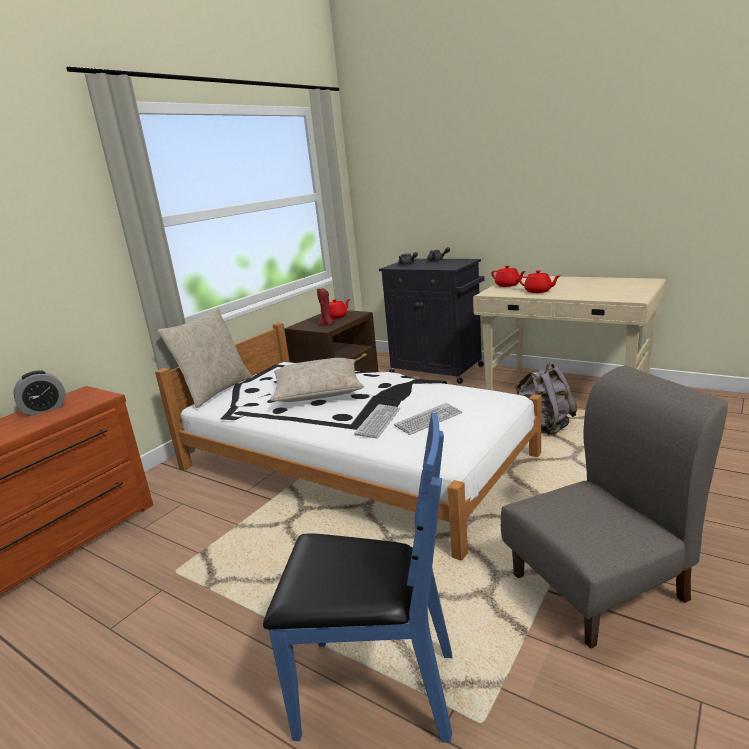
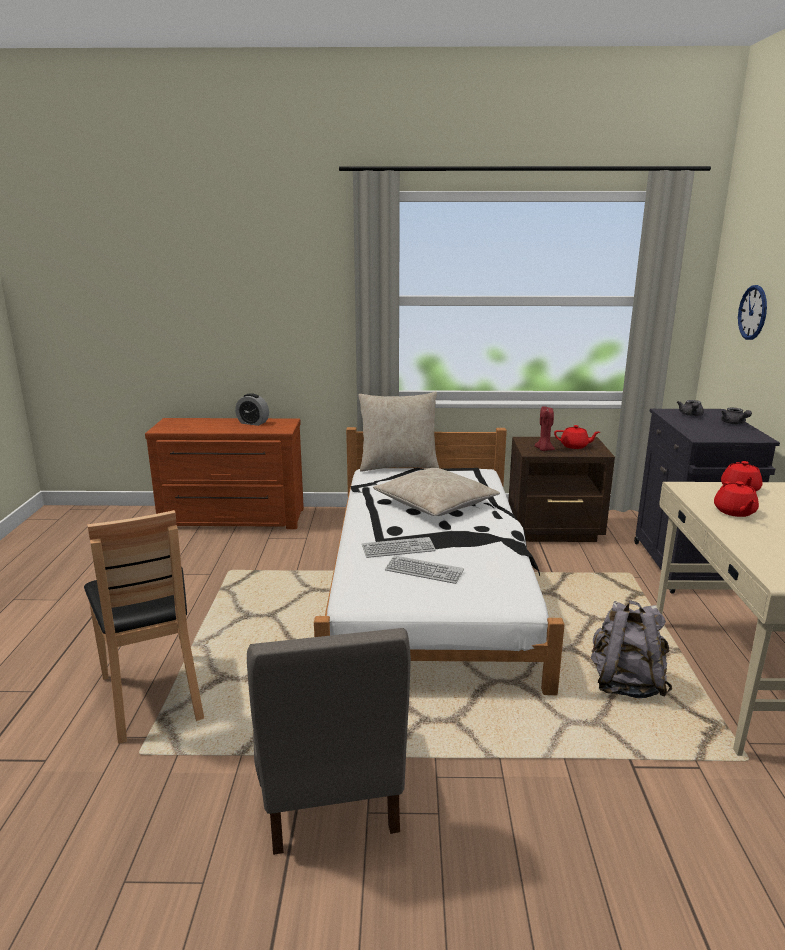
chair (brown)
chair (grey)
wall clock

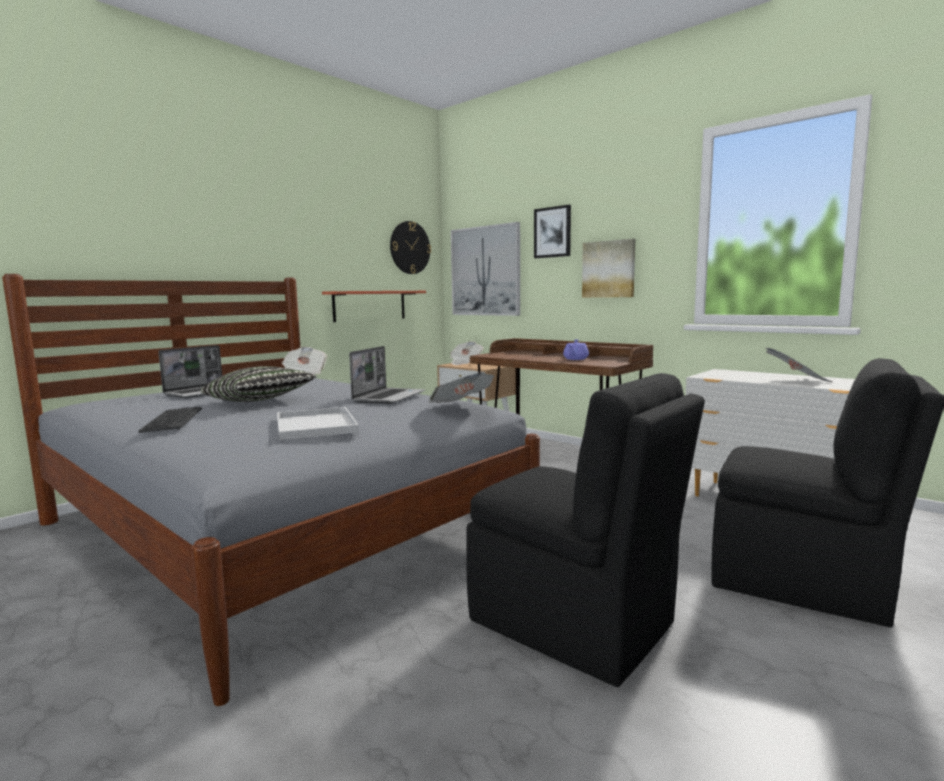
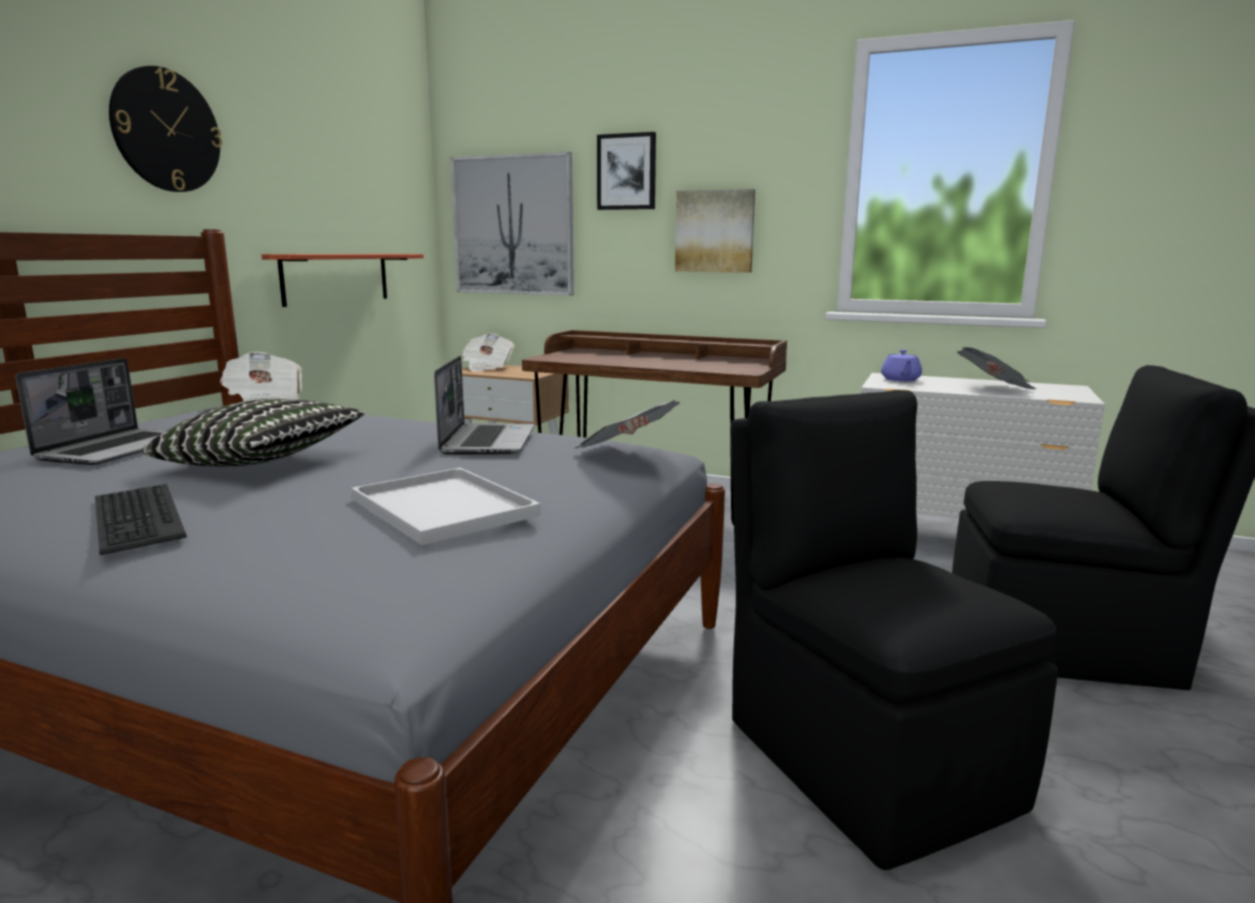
wall clock
chair (black) (no. 1 from left)
teapot (purple)

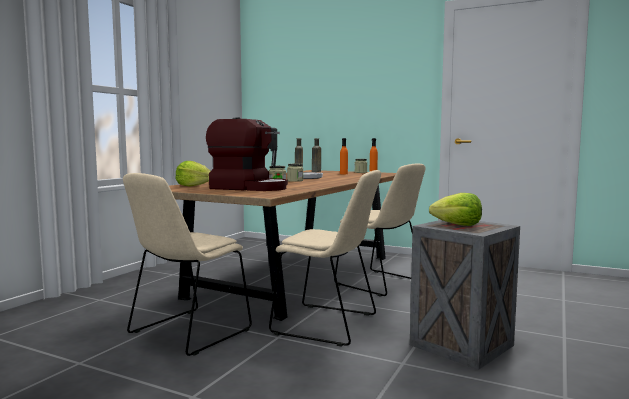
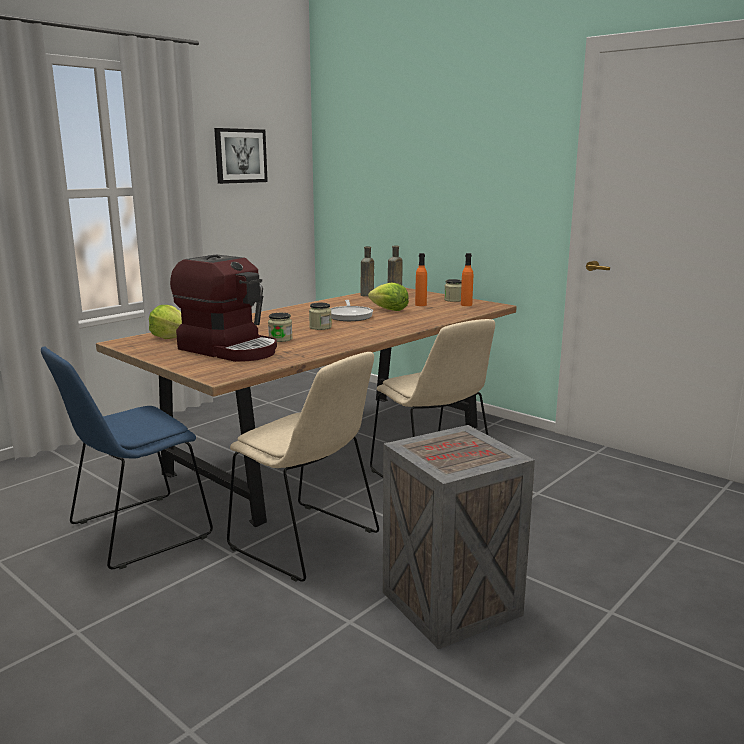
chair (blue)
lettuce (no. 2 from left)
picture

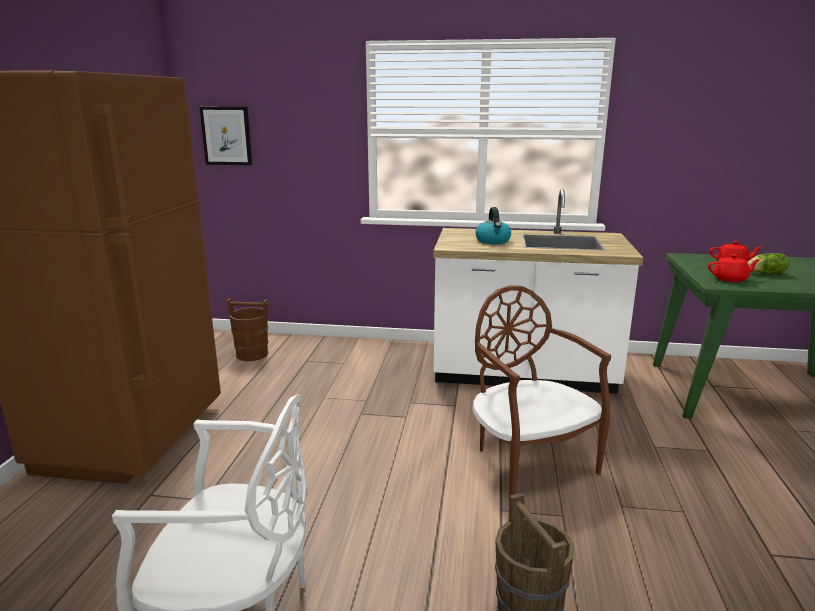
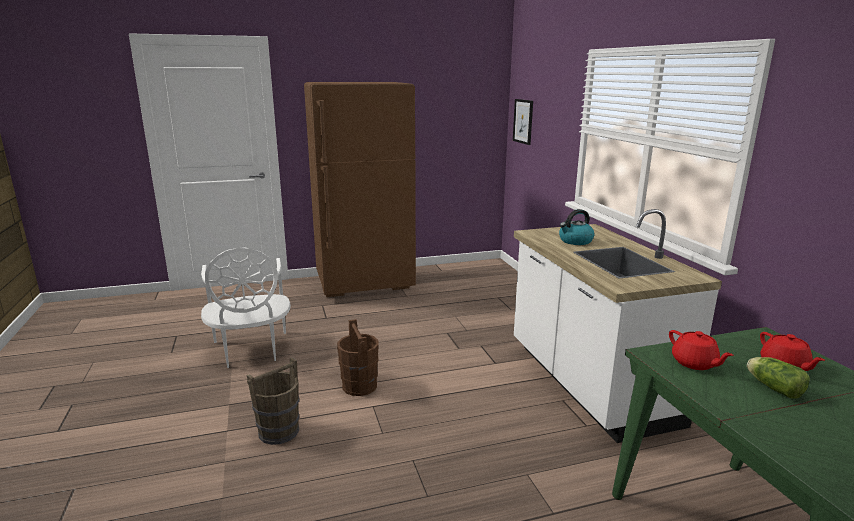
bucket (brown) (no. 2 from left)
chair (brown)

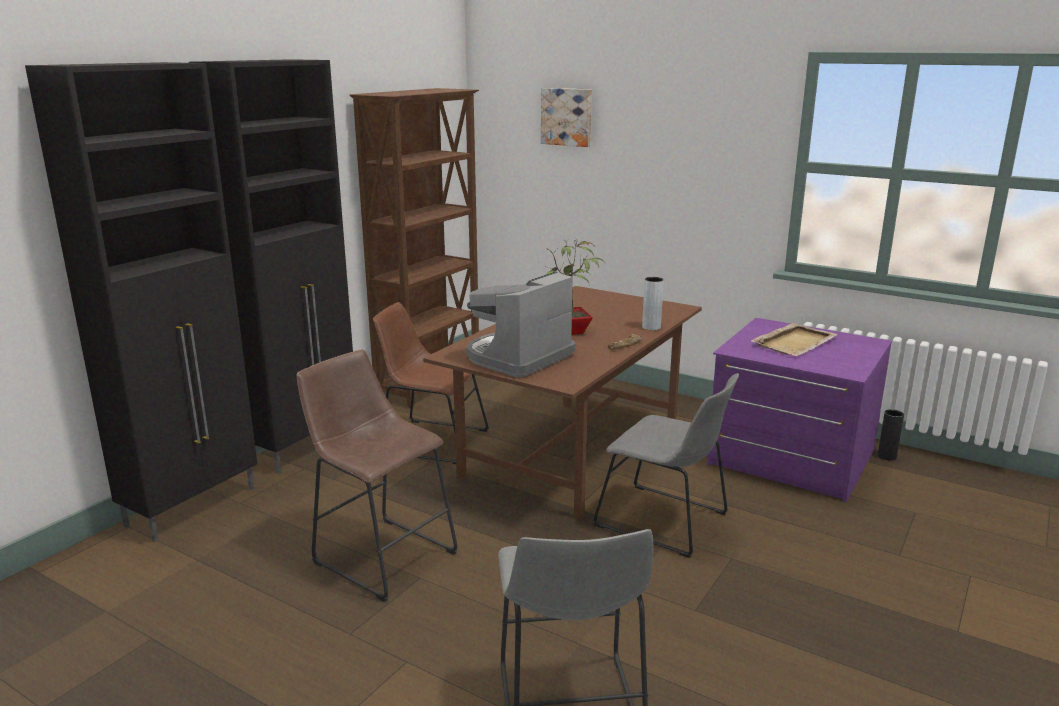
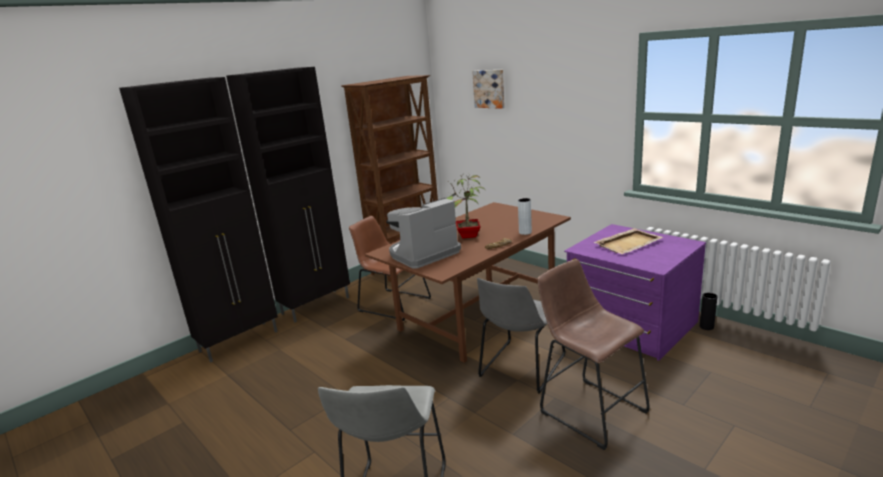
stool (brown)
chair (grey)

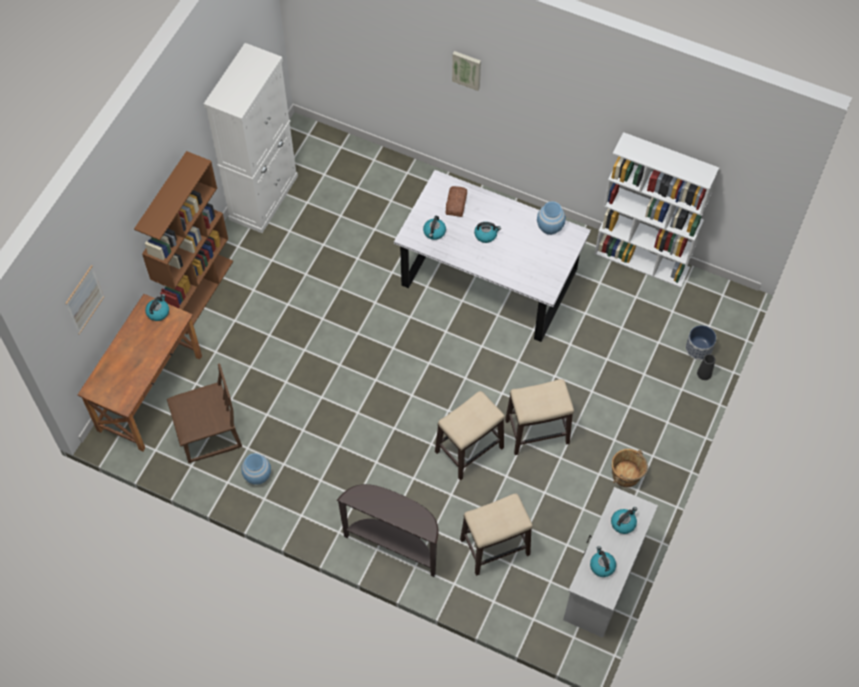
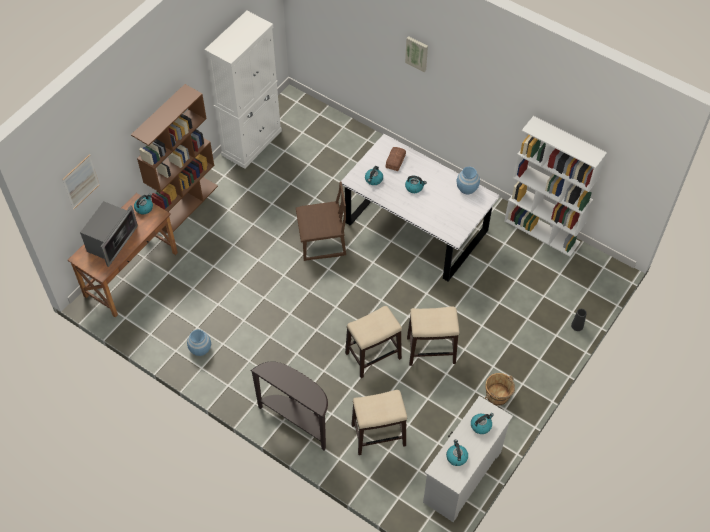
chair (brown)
planter
microwave

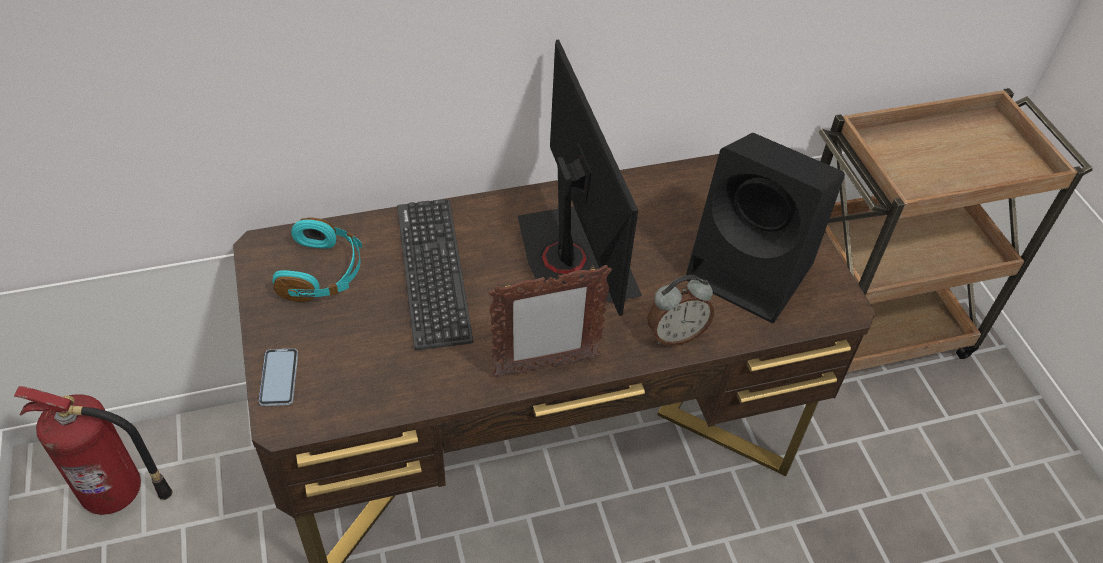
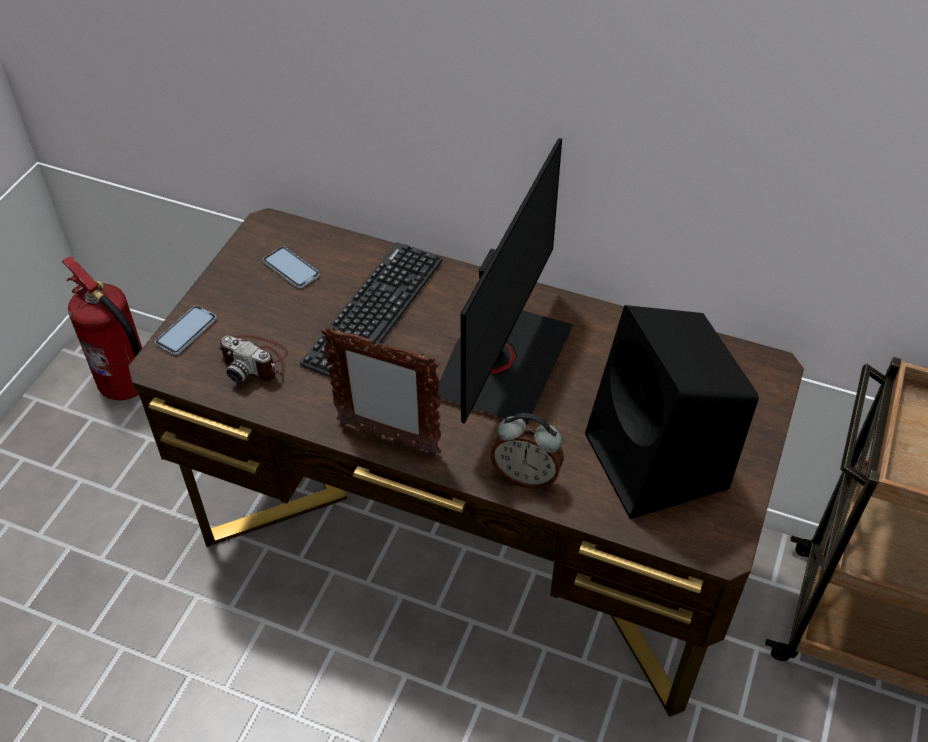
phone (no. 2 from left)
photo camera

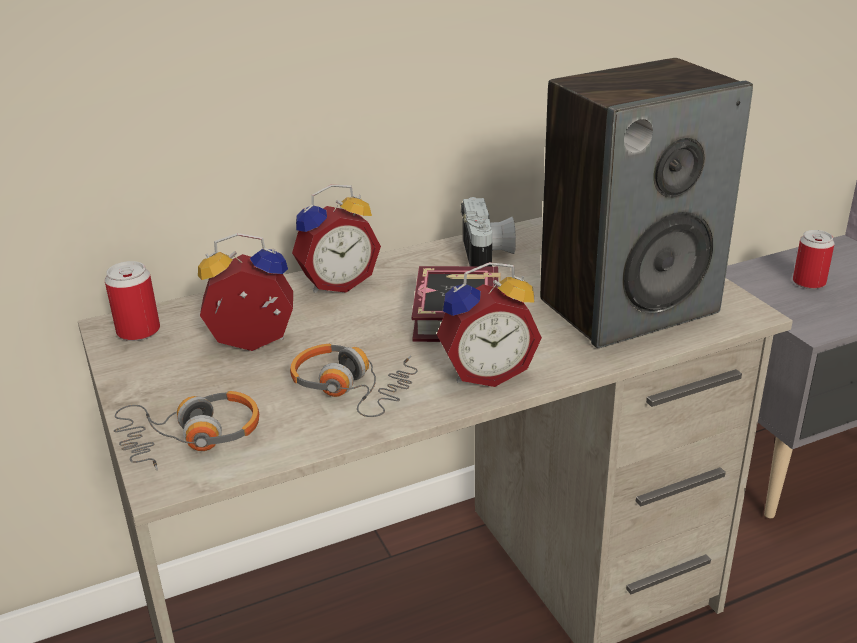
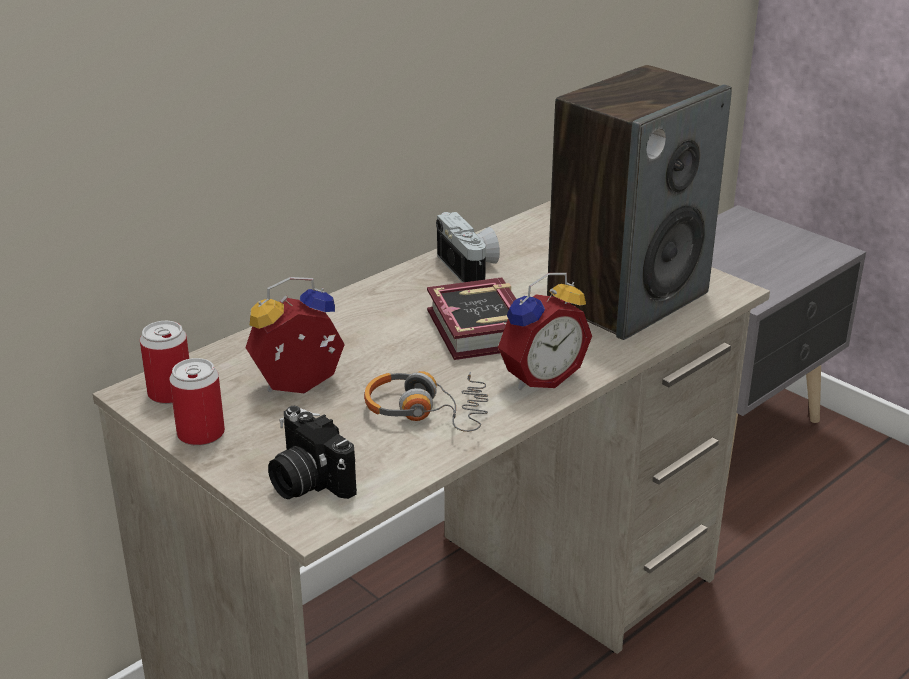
photo camera (no. 1 from left)
alarm clock (no. 2 from left in the first image)
can (no. 2 from left)

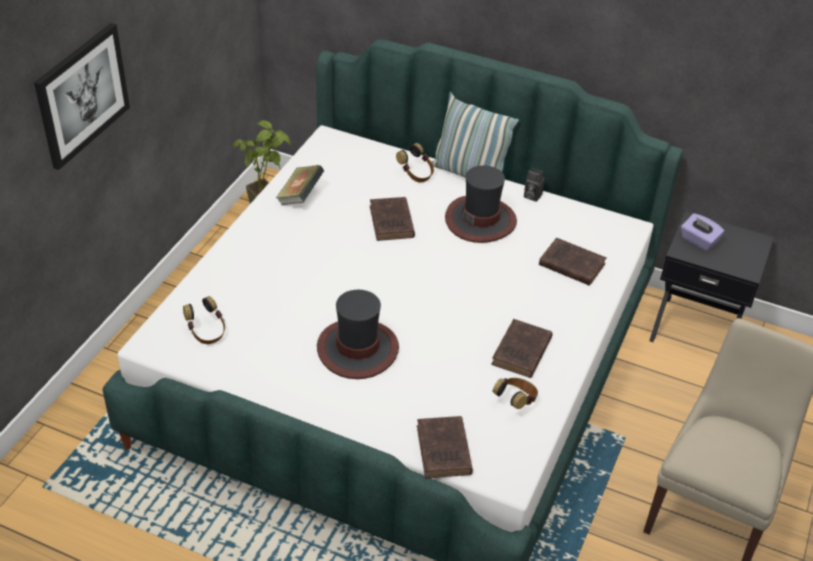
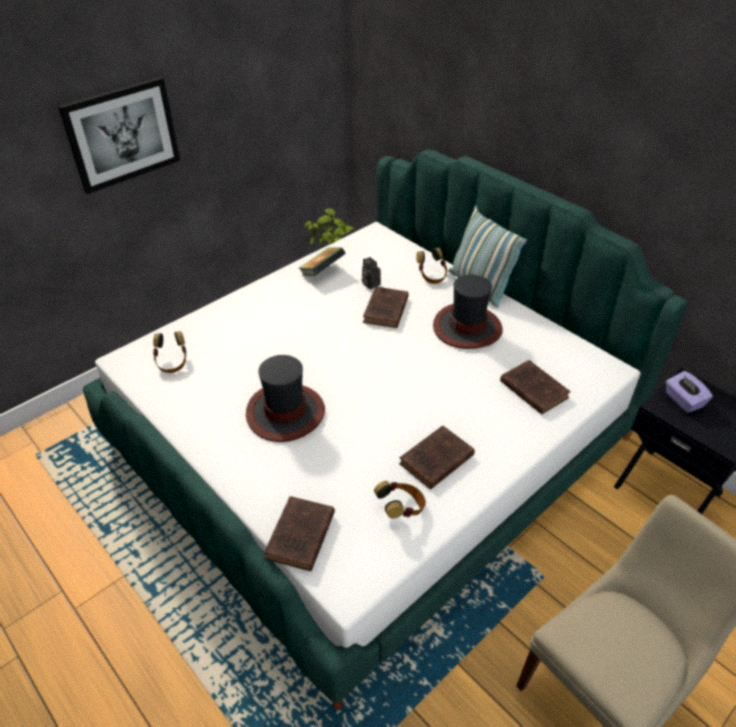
photo camera

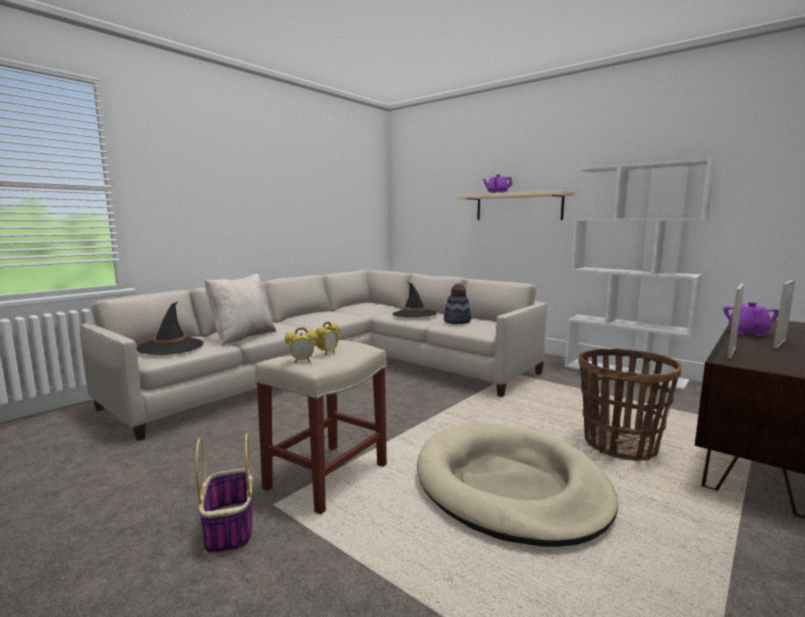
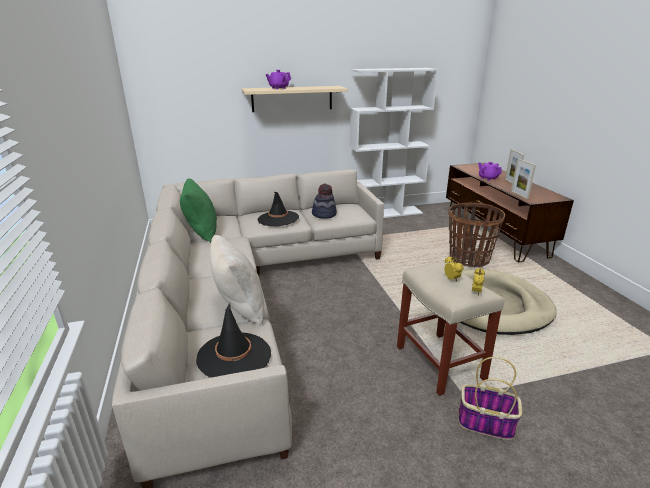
pillow (green)

